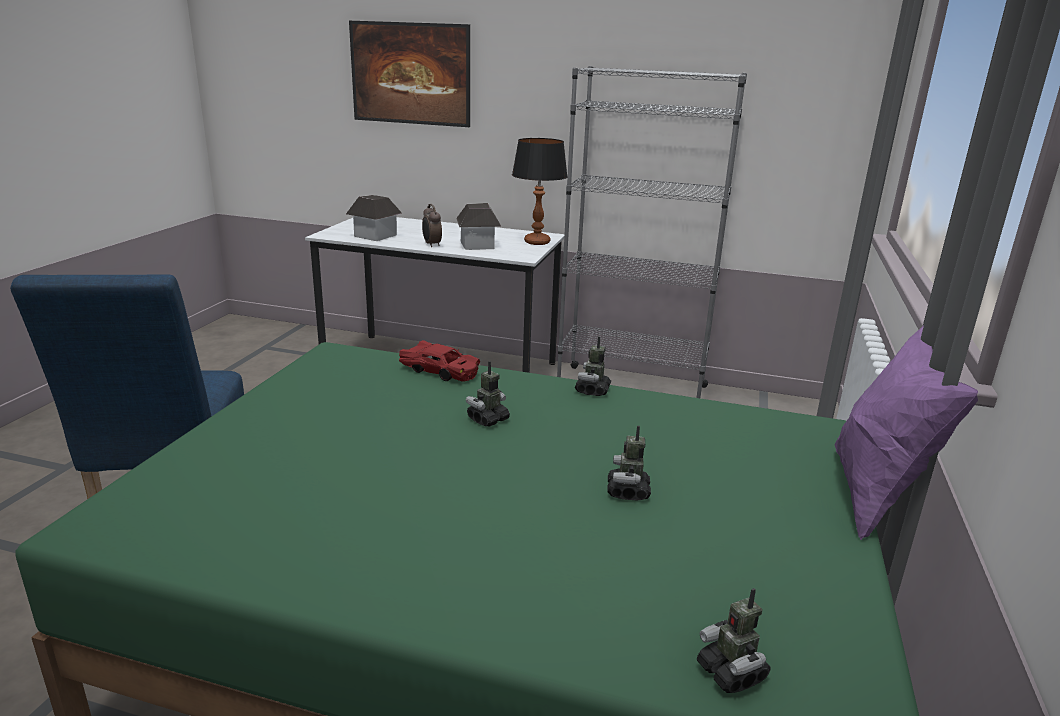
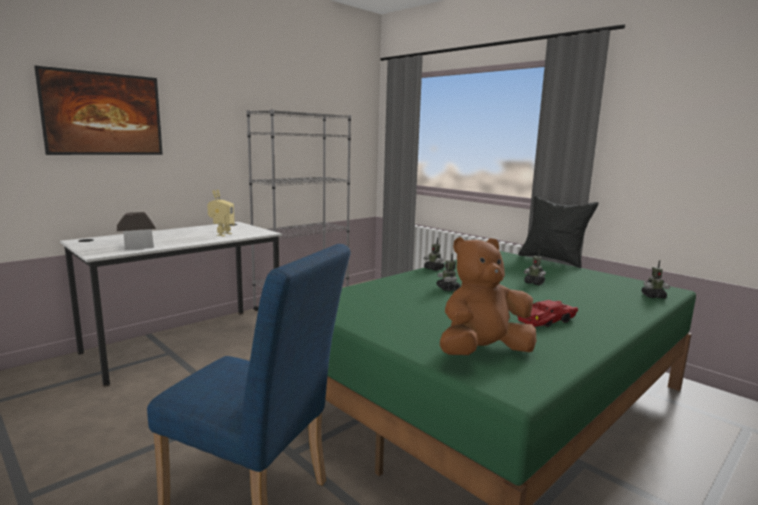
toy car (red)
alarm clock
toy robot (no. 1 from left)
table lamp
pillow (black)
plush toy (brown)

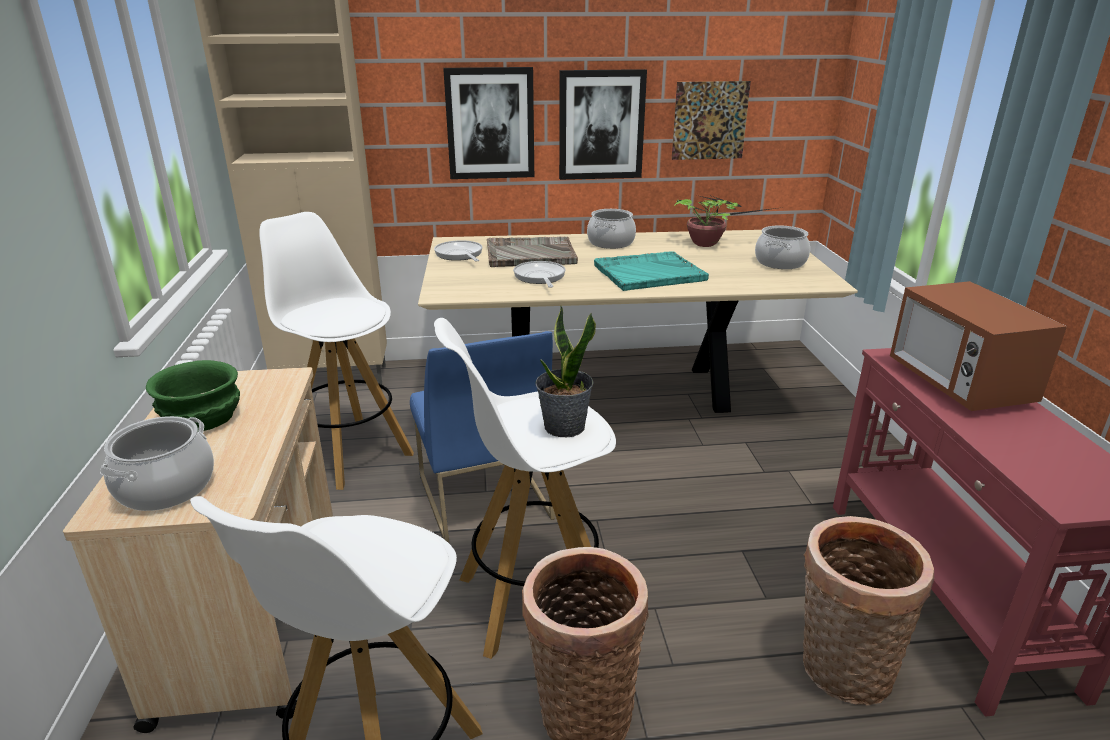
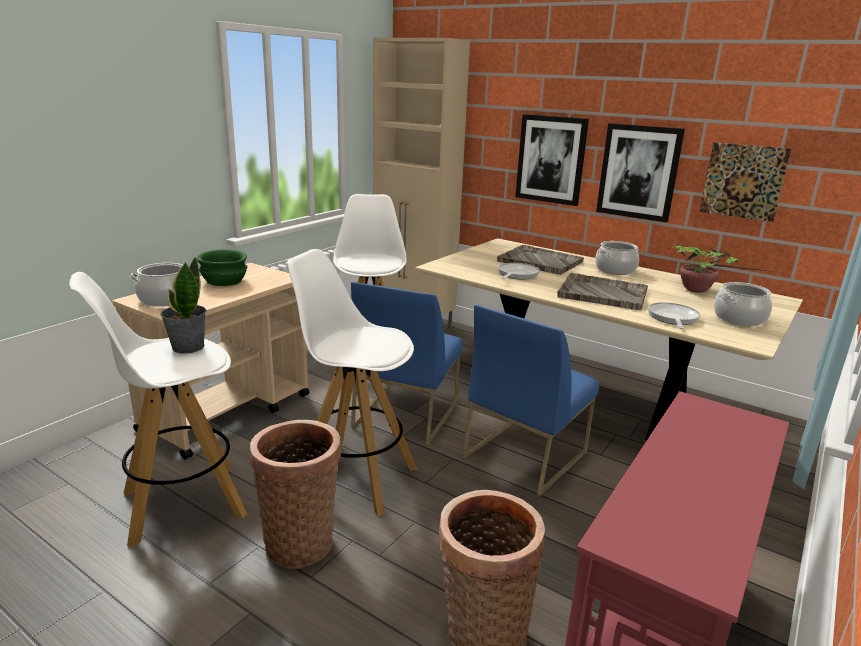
frying pan (no. 2 from left)
potted plant (no. 1 from left)
tray (grey) (no. 2 from left)
microwave
chair (blue) (no. 2 from left)

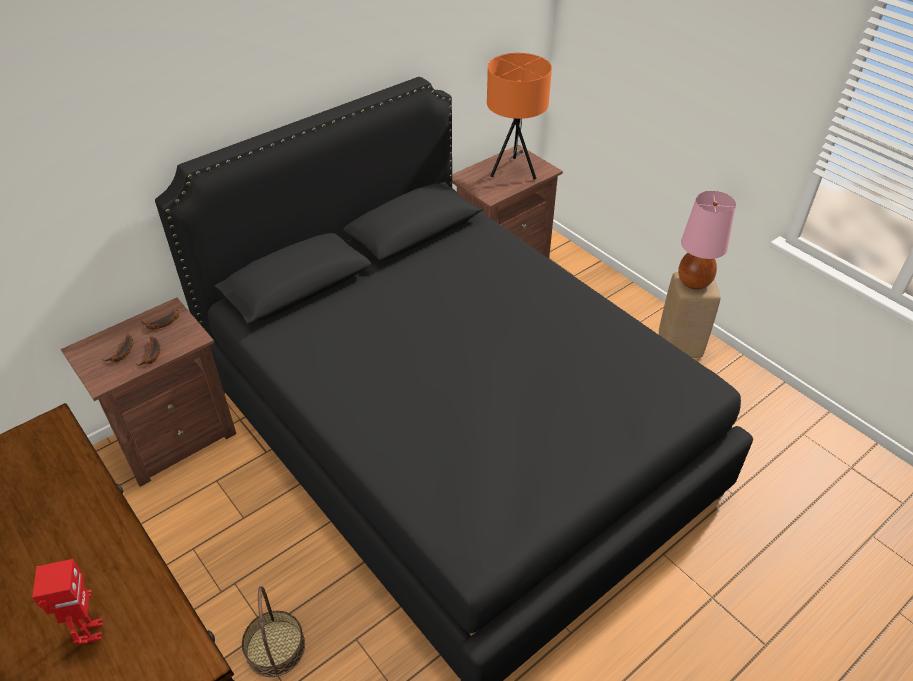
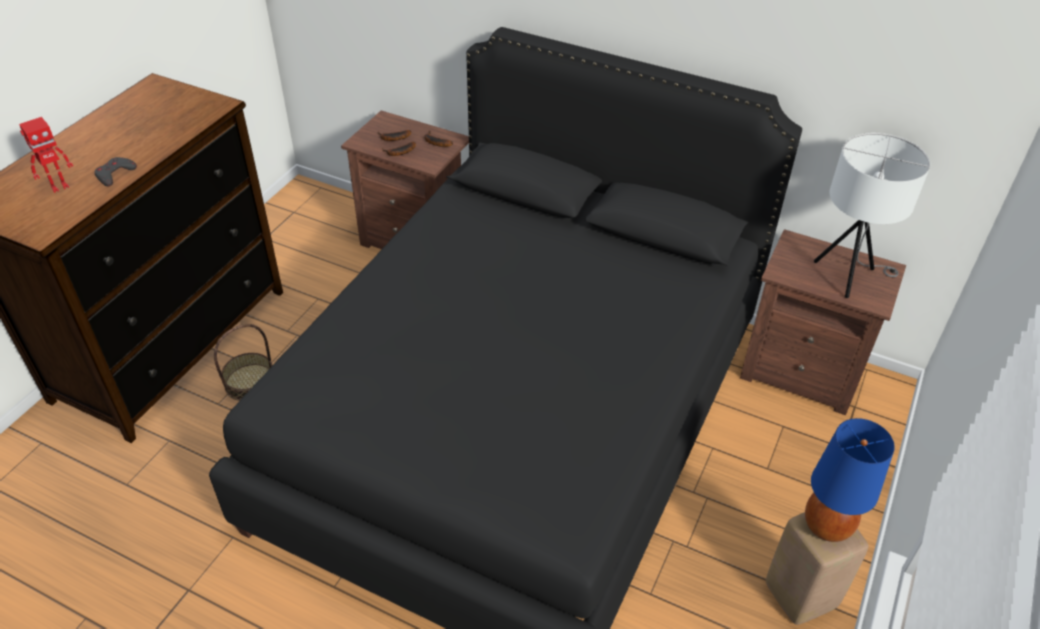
table lamp (white)
table lamp (blue)
game controller (grey)

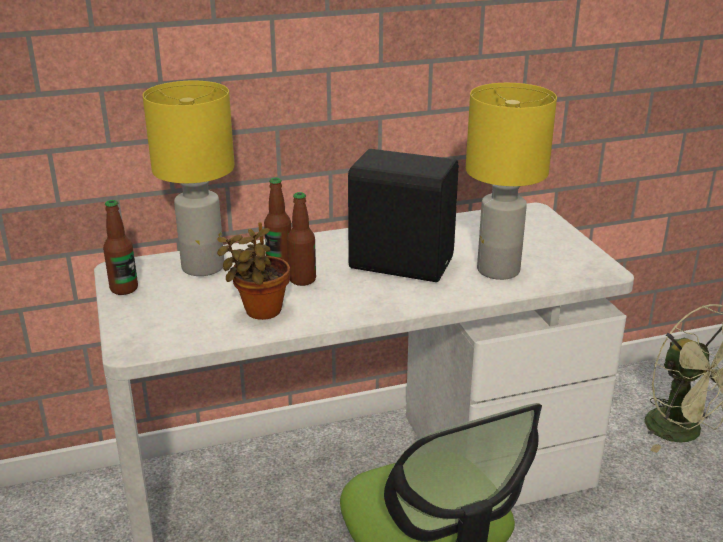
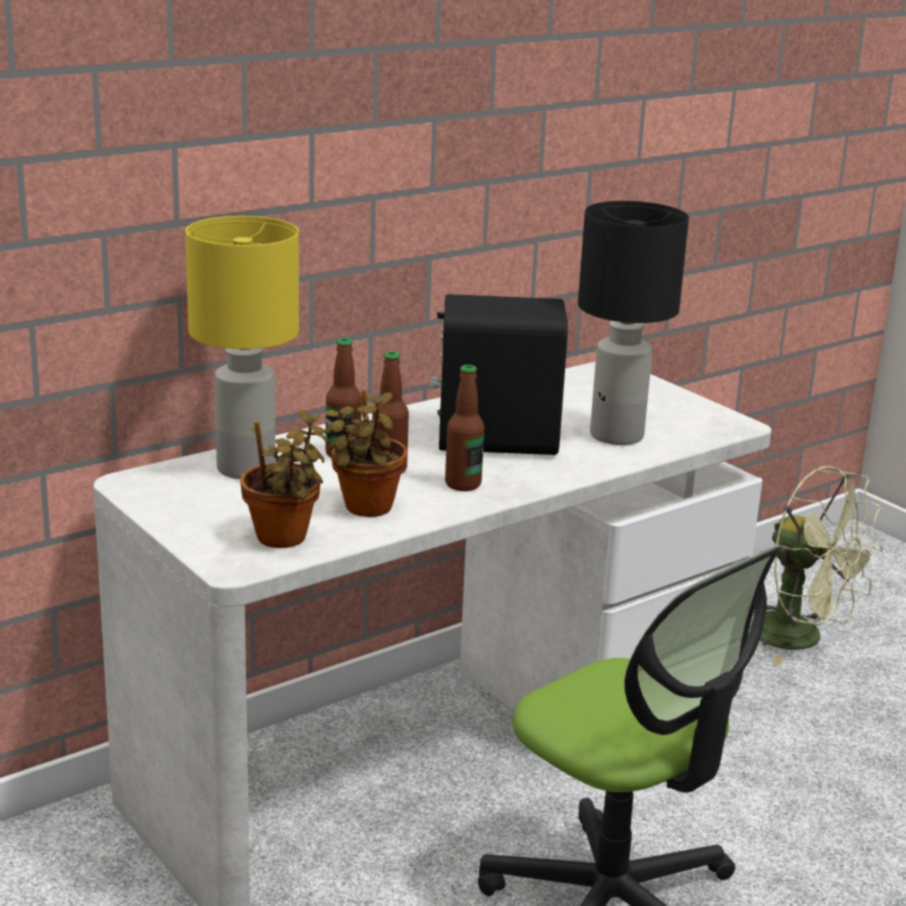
bottle (no. 3 from left)
table lamp (black)
potted plant (no. 1 from left)

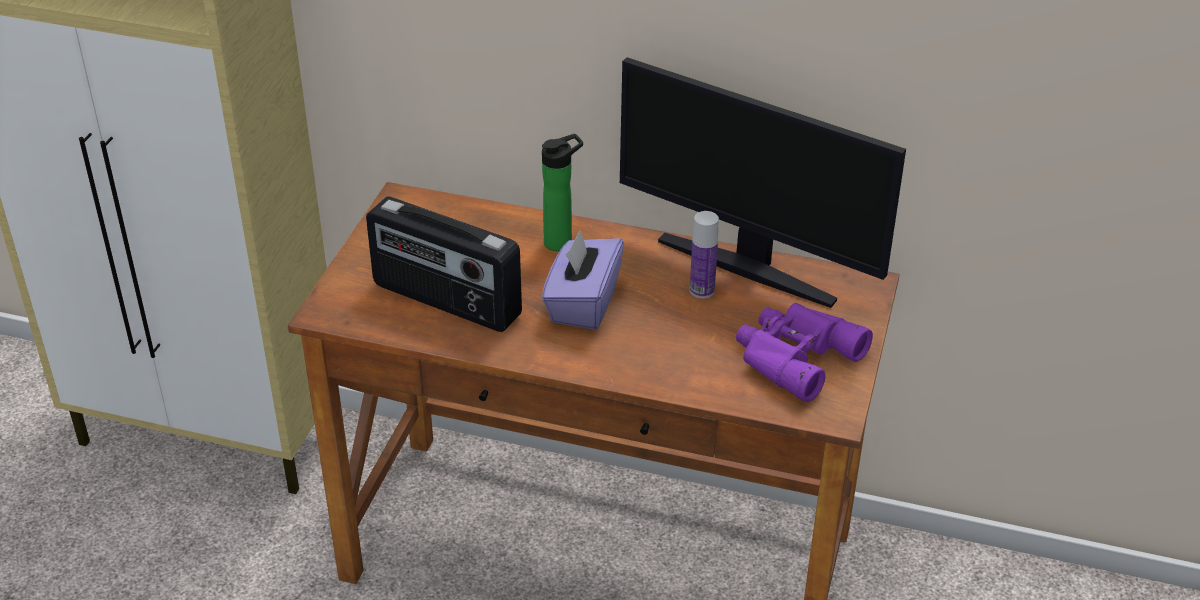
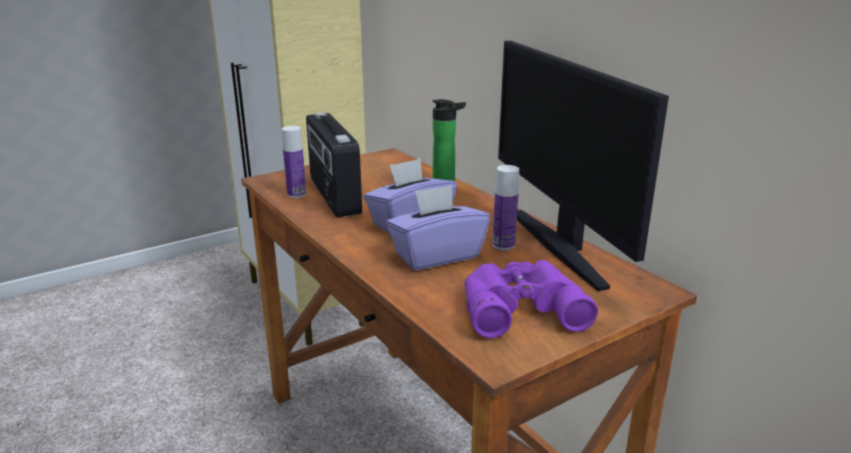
bottle (no. 1 from left)
tissue box (purple) (no. 2 from left)

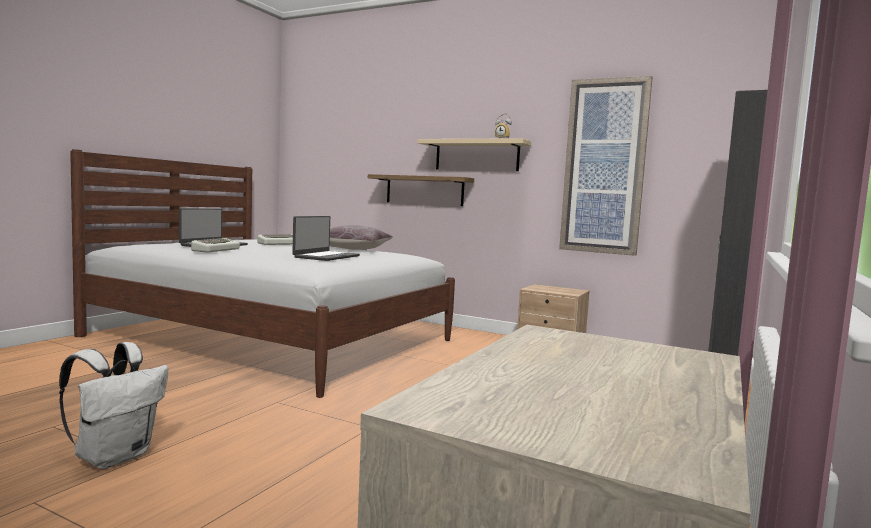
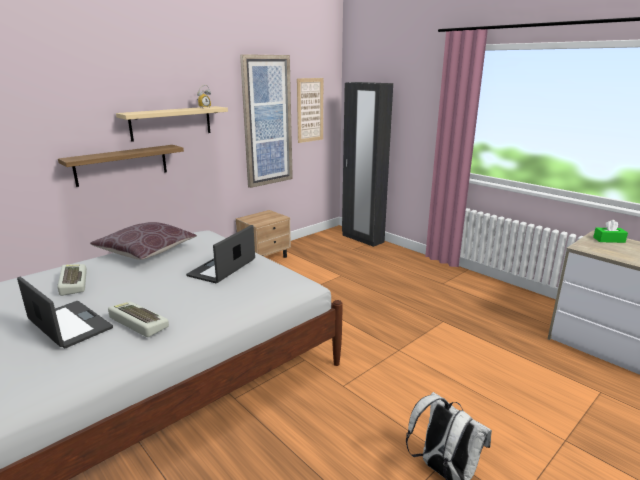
laptop (no. 2 from left)
picture (no. 2 from left)
tissue box (green)

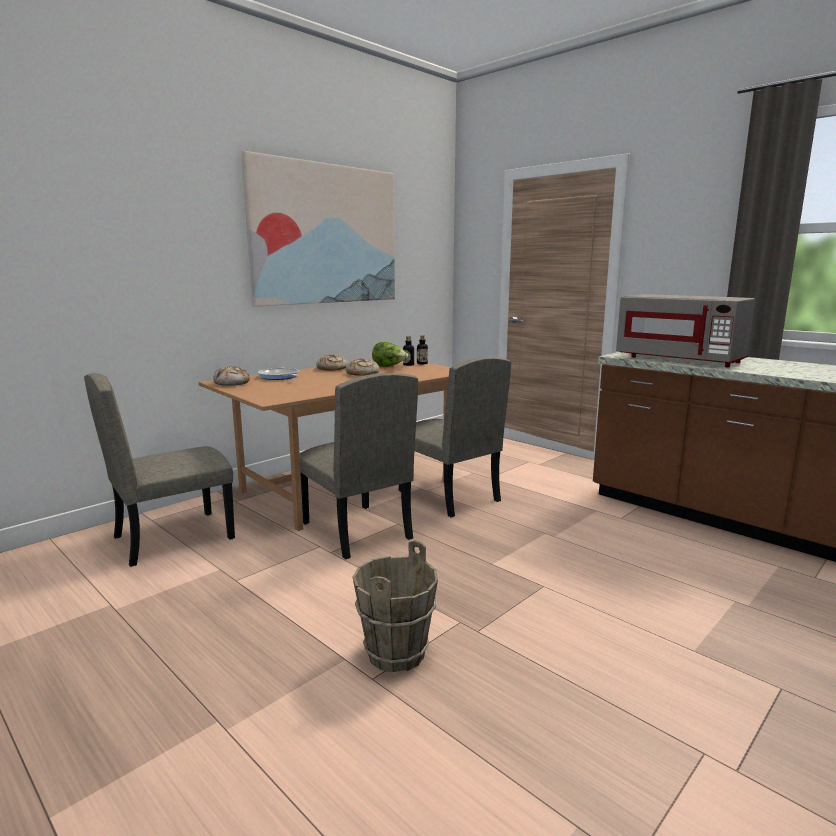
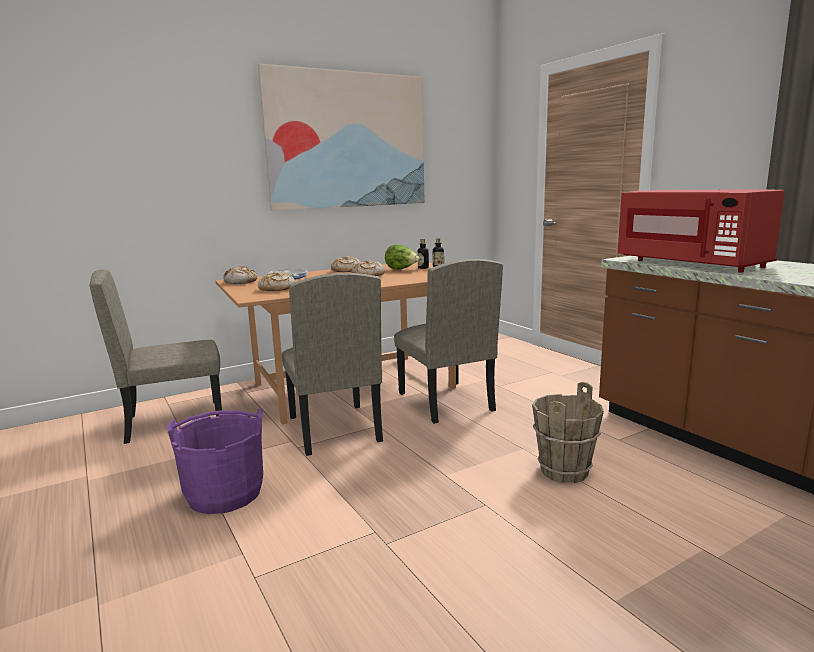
bucket (brown)
microwave (red)
bucket (purple)
bread (no. 2 from left)

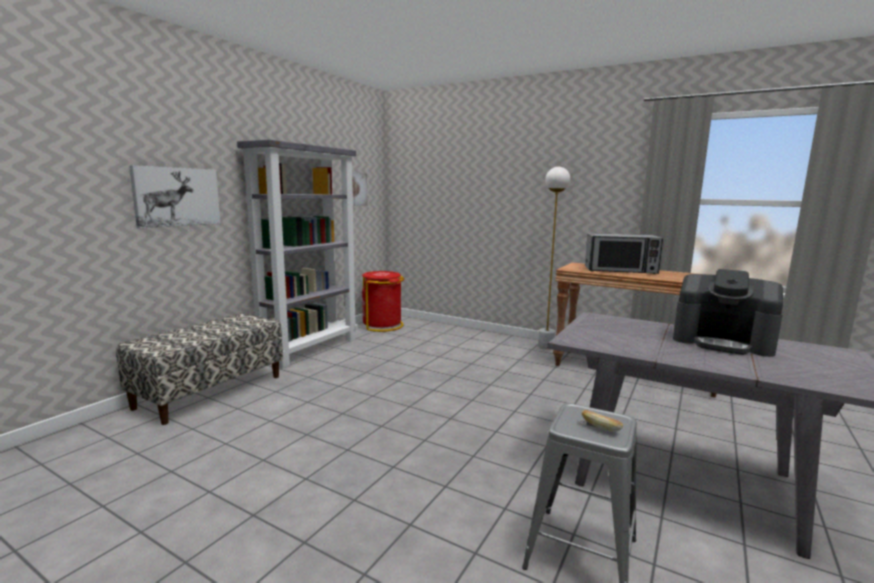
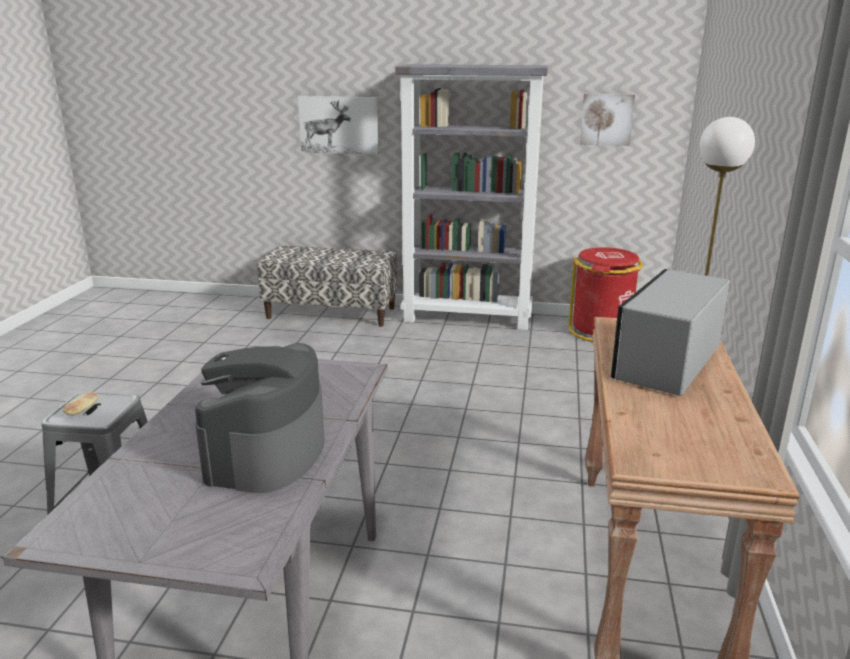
microwave

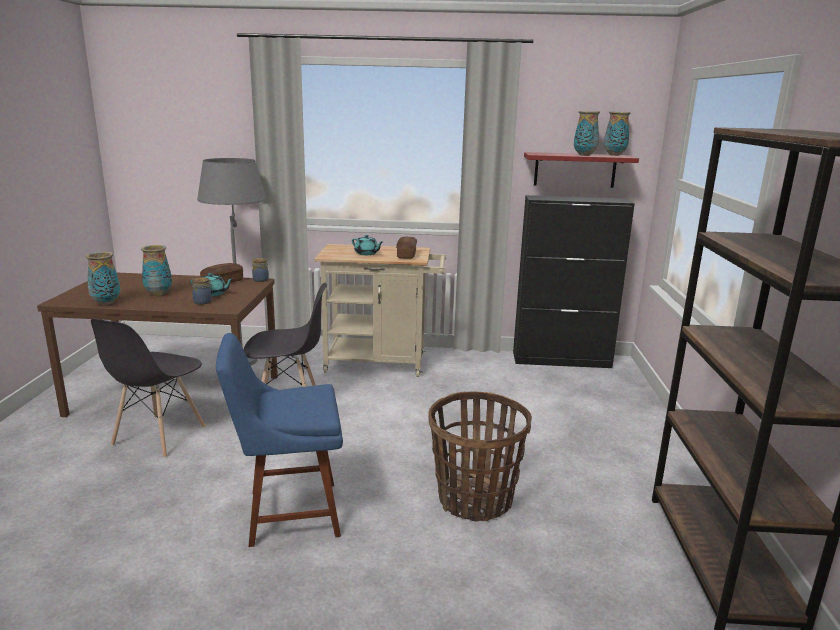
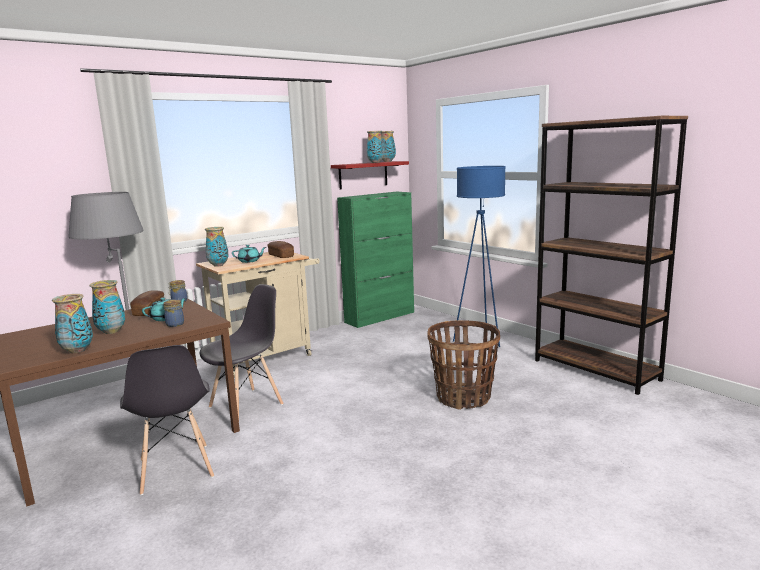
chair (blue)
cabinet (green)
vase (no. 3 from left)
floor lamp (blue)

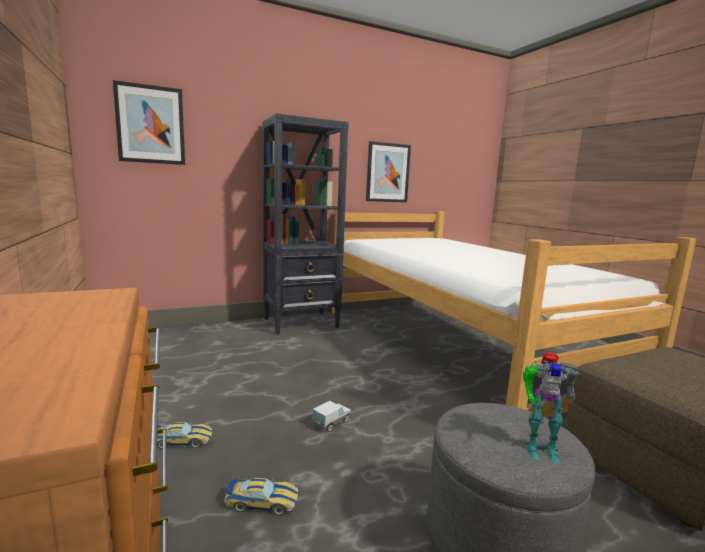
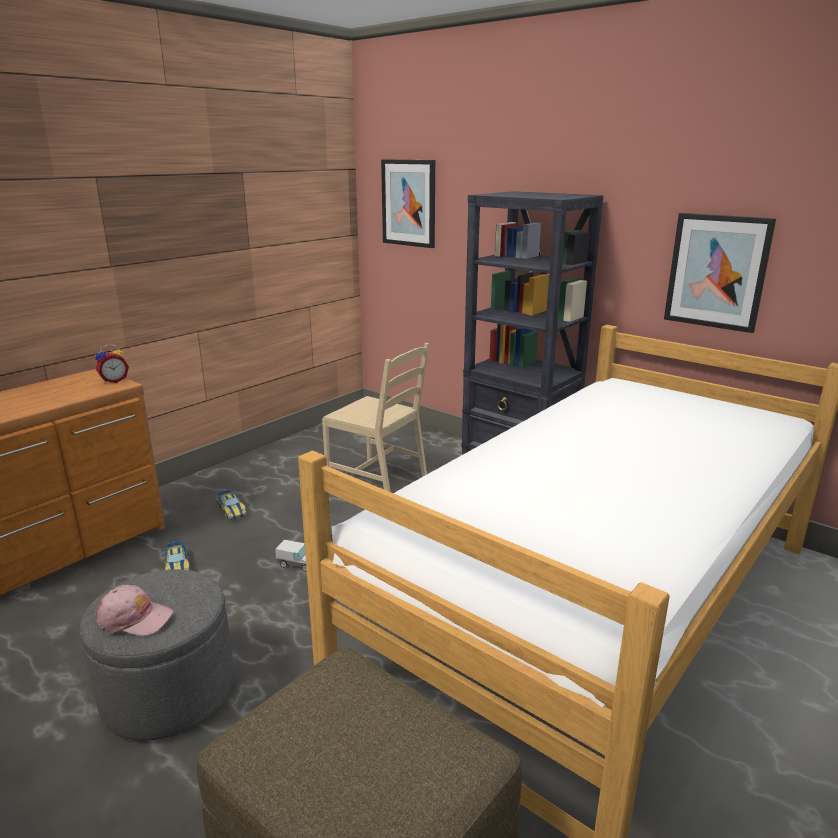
cap (pink)
alarm clock
chair (beige)

